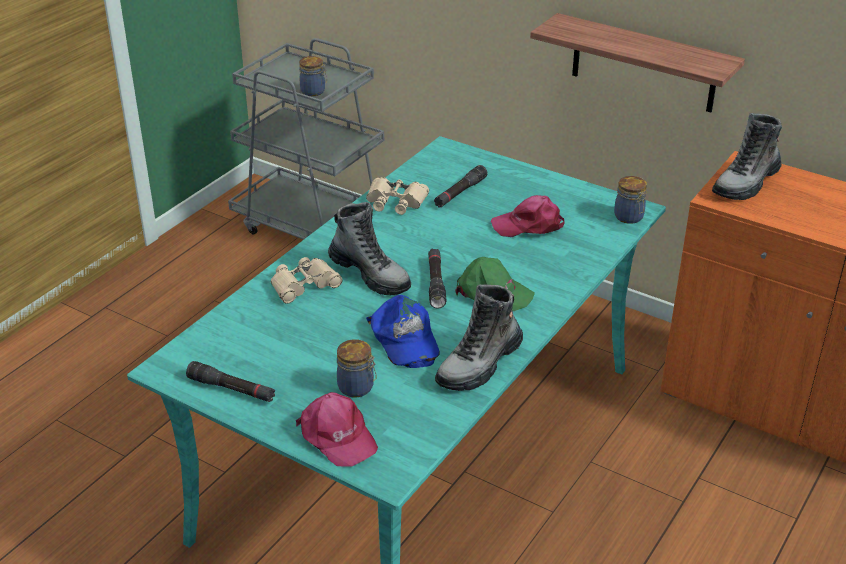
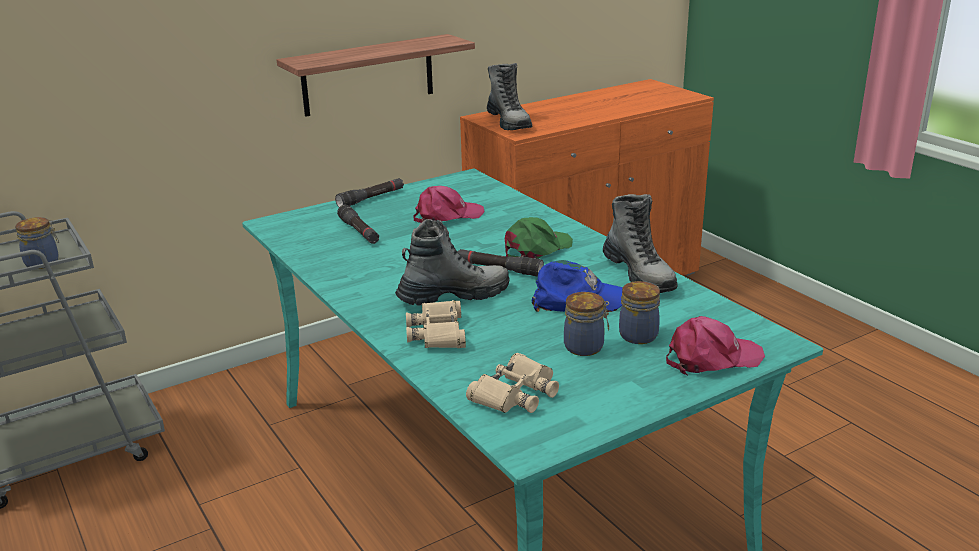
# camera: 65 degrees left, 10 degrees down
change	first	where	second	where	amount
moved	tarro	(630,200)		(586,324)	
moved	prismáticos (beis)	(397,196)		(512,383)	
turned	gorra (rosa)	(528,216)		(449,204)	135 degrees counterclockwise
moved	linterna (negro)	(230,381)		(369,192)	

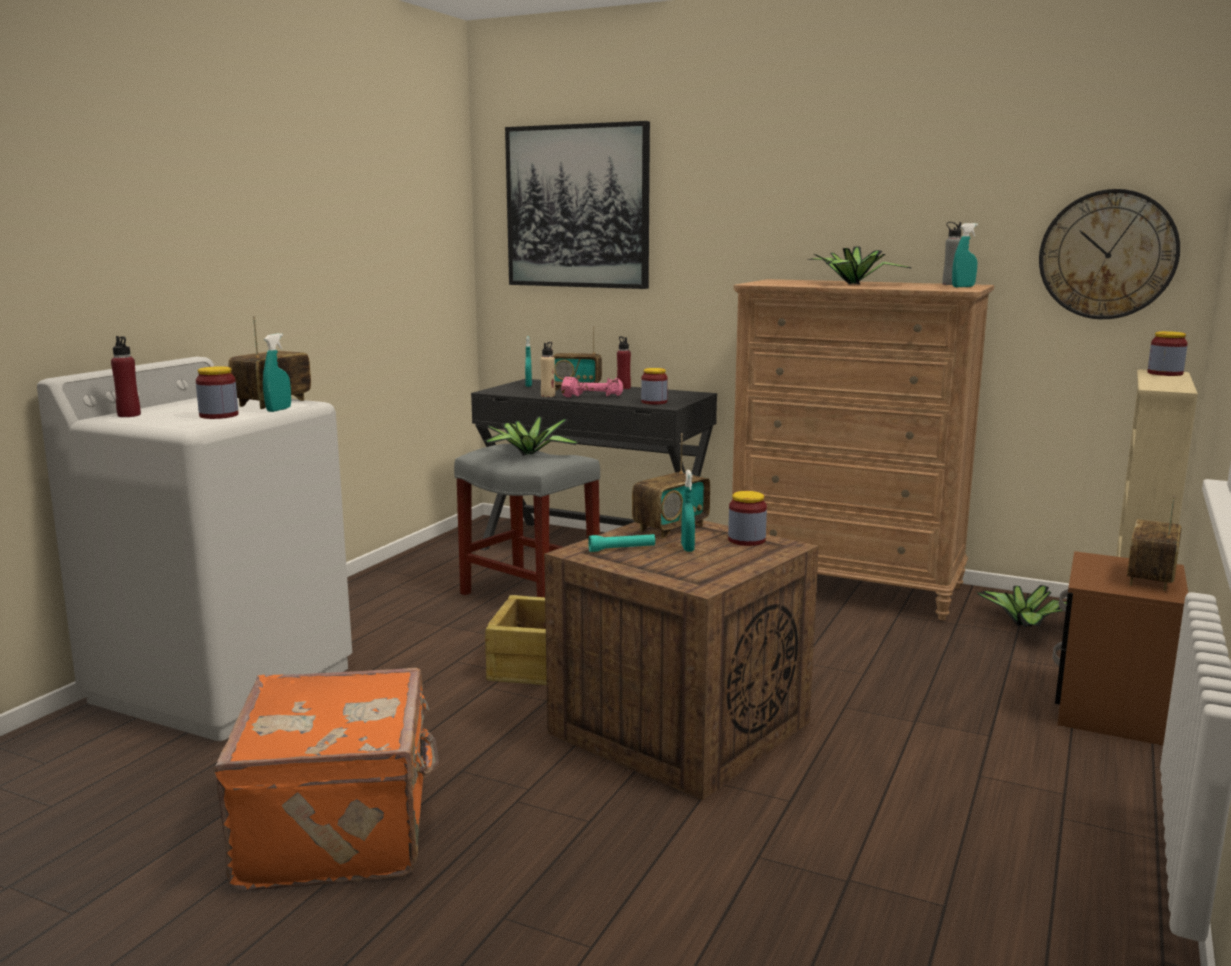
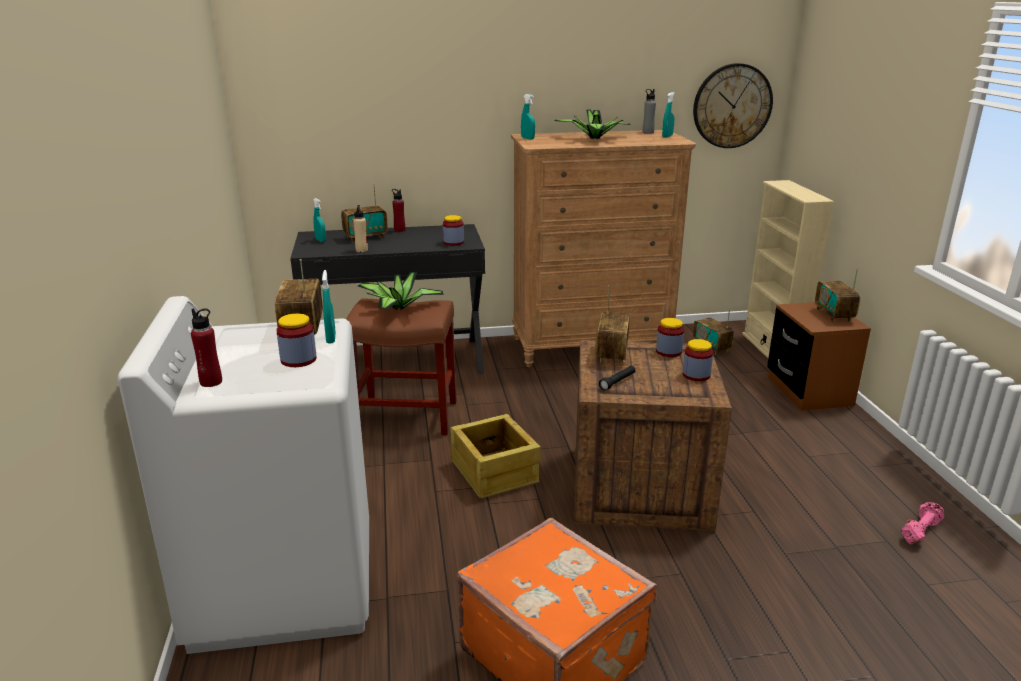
# camera: 35 degrees left, 10 degrees up
change	first	where	second	where	amount
removed	cuadro	(577,205)			
moved	tarro	(1168,353)		(698,360)	
moved	mancuerna (rosa)	(592,387)		(922,523)	
recoloured	taburete (gris)	(527,520)	taburete (marrón)	(401,367)	
moved	pulverizador (turquesa)	(688,511)		(528,117)	
recoloured	linterna (turquesa)	(621,543)	linterna (negro)	(617,378)	
replaced	planta en maceta	(1022,606)	radio	(713,331)	

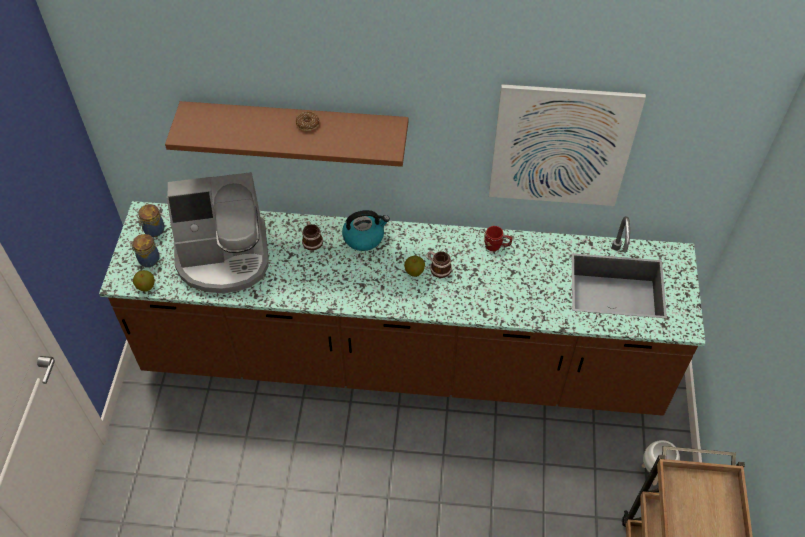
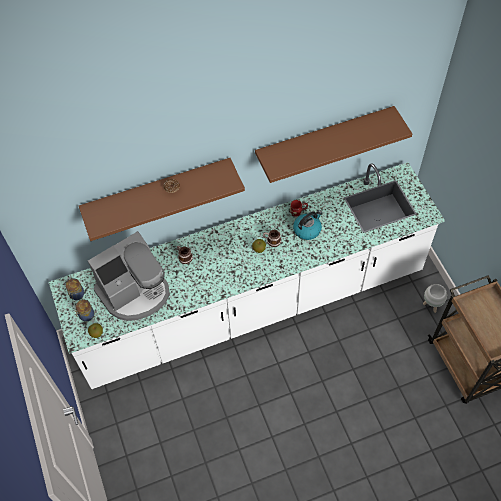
# camera: 25 degrees left, 5 degrees up
change	first	where	second	where	amount
replaced	cuadro	(567,145)	estante (marrón)	(334,144)	
recoloured	mueble bajo de cocina (marrón)	(402,308)	mueble bajo de cocina (blanco)	(247,275)	
moved	hervidor	(366,230)		(307,225)	

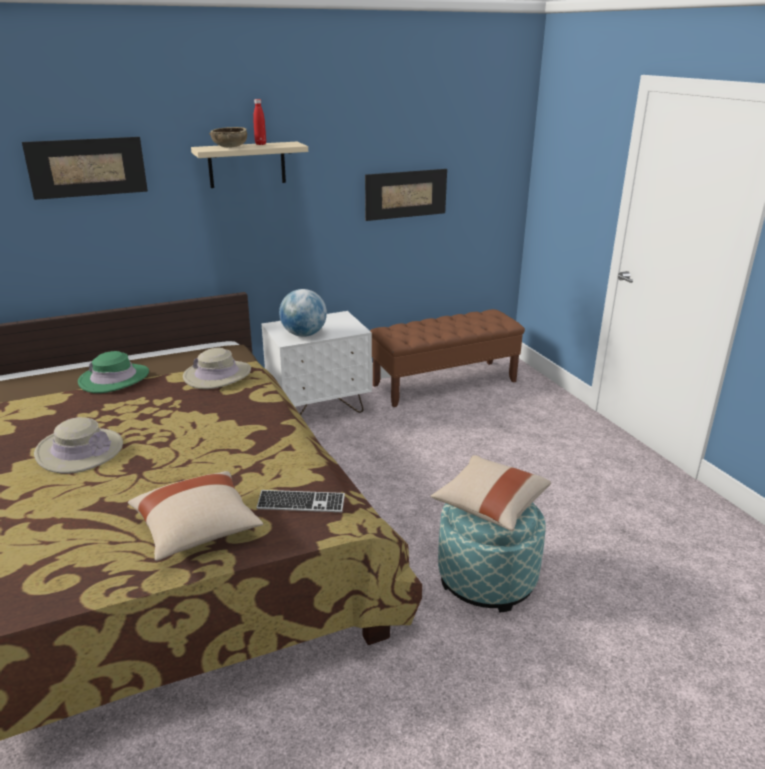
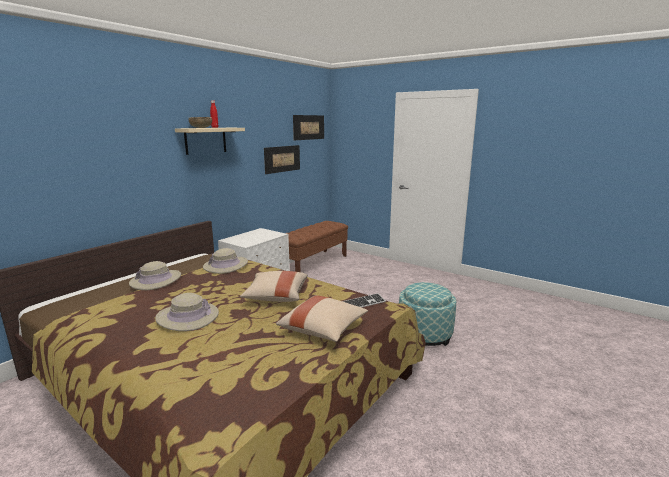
# camera: 30 degrees left, 10 degrees down
change	first	where	second	where	amount
moved	cuadro	(85,168)		(308,128)	
removed	globo terráqueo	(303,313)			
recoloured	sombrero (verde)	(113,372)	sombrero (beis)	(155,275)	
moved	cojín (beis)	(491,493)		(274,286)	

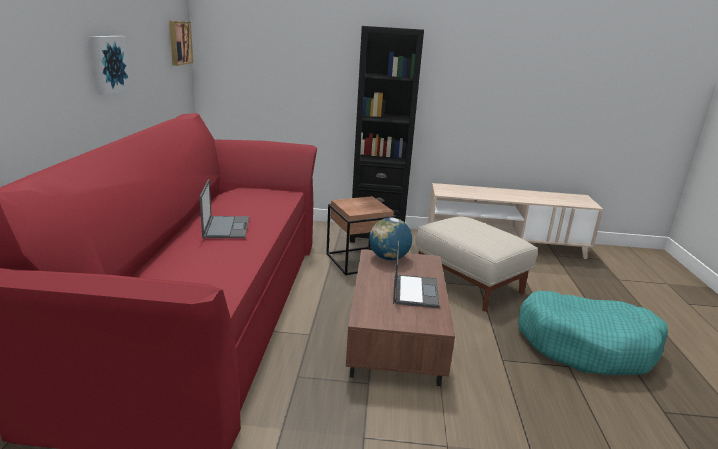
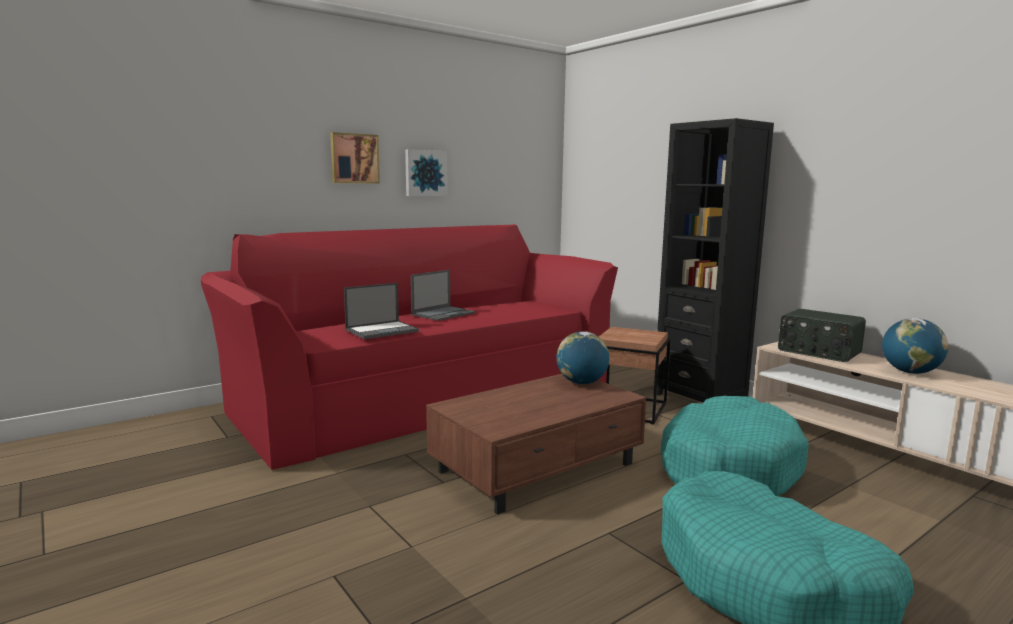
# camera: 50 degrees right, 10 degrees down
change	first	where	second	where	amount
moved	cuadro	(181,43)		(355,158)	
replaced	puf (beis)	(477,264)	cama para perro (turquesa)	(735,446)	
moved	portátil	(416,274)		(381,311)	
added			radio	(822,335)	
added			globo terráqueo	(915,346)	

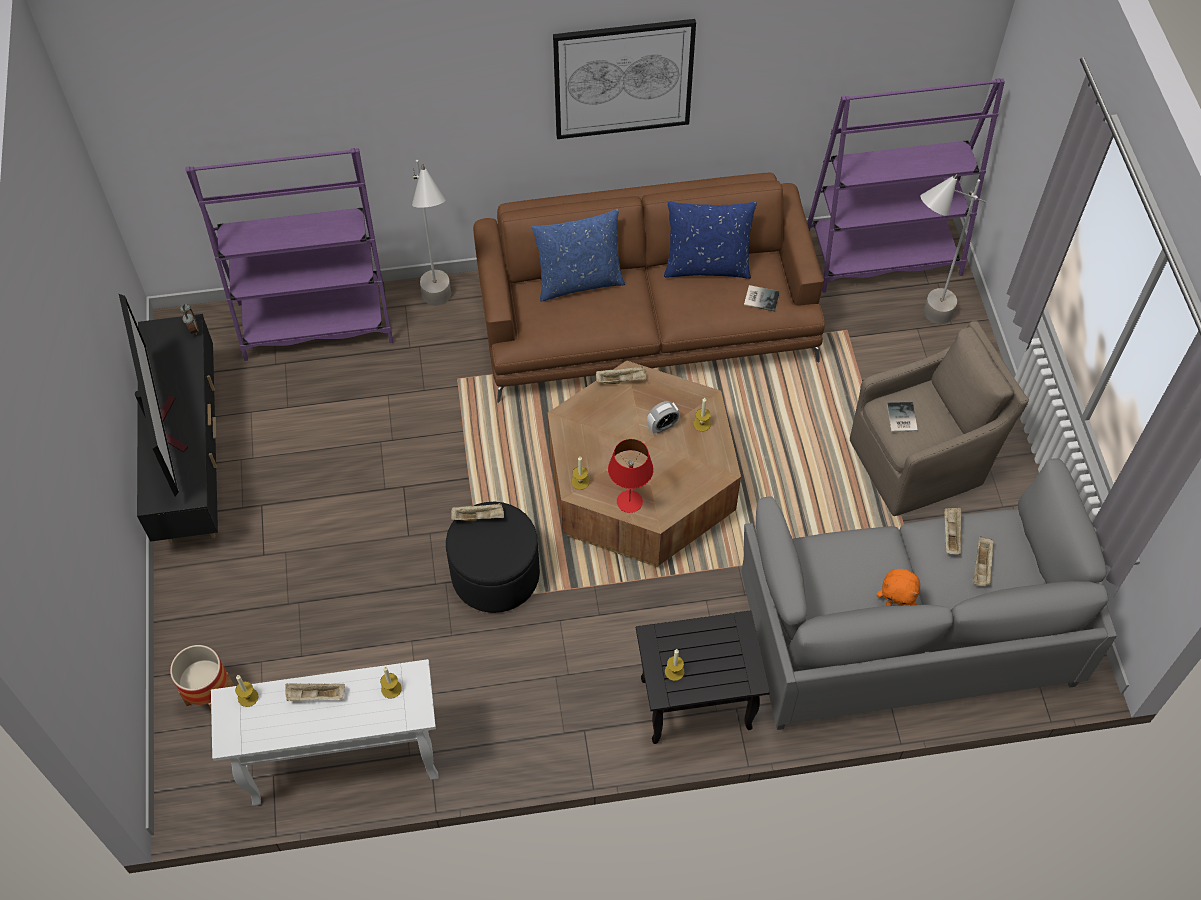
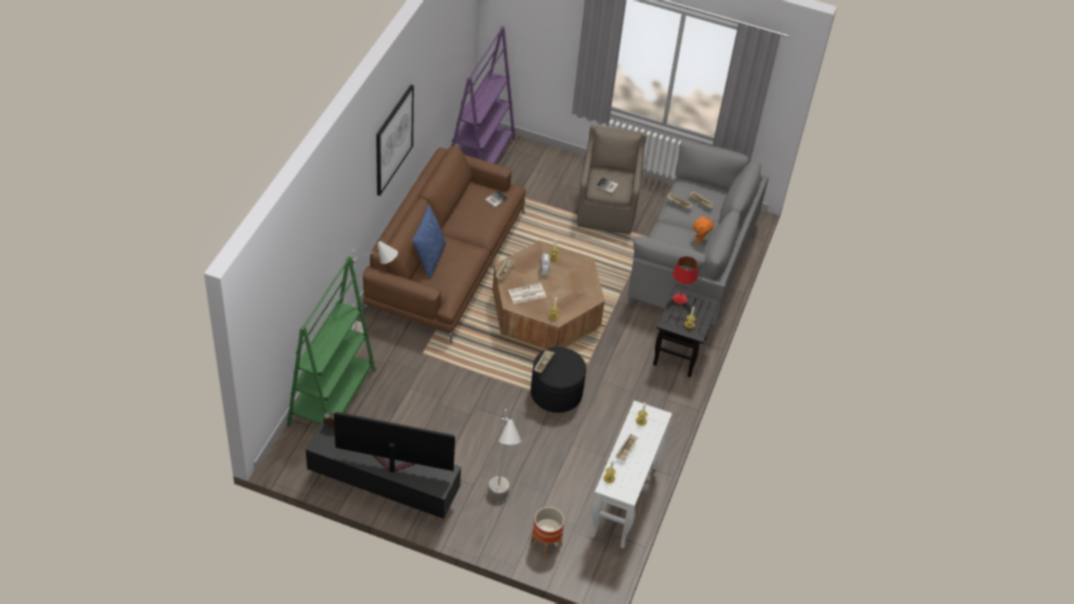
# camera: 65 degrees left, 10 degrees down
change	first	where	second	where	amount
recoloured	estantería (morado)	(289,254)	estantería (verde)	(331,341)	
moved	lámpara de pie (gris)	(953,249)		(504,455)	
removed	cojín (azul)	(710,240)			
moved	lámpara de mesa (rojo)	(631,476)		(685,280)	
added			periódico	(527,293)	

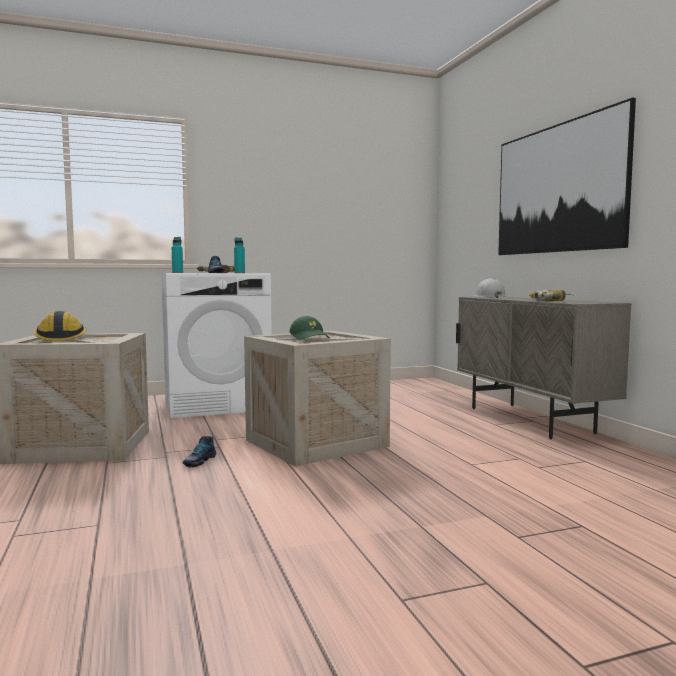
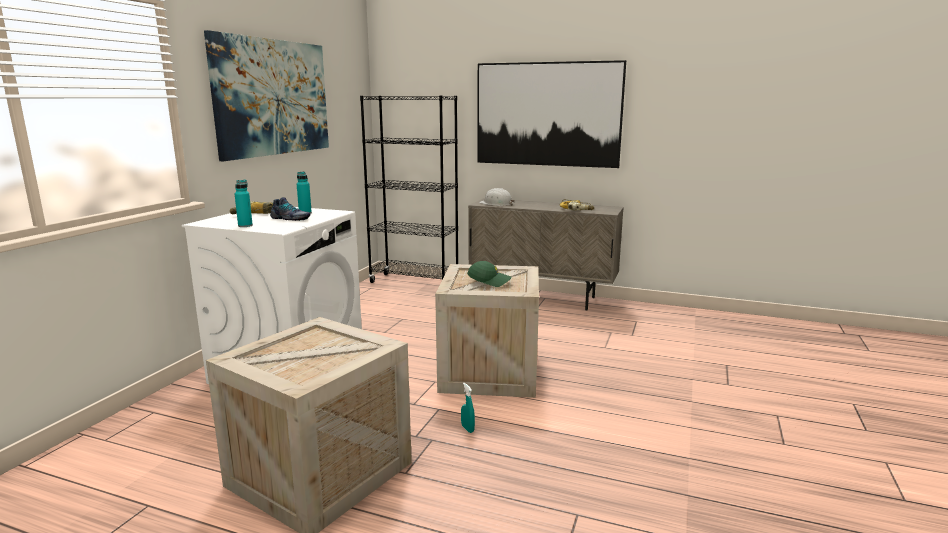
# camera: 50 degrees left, 10 degrees up
change	first	where	second	where	amount
removed	casco	(60,326)			
replaced	zapato	(199,452)	pulverizador (turquesa)	(468,408)	
added			cuadro	(266,95)	
added			estantería (negro)	(409,189)	

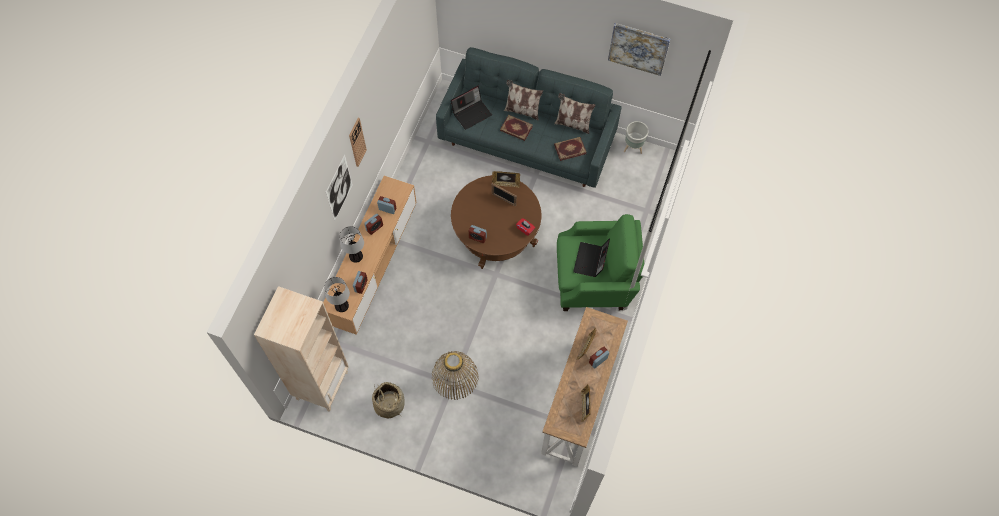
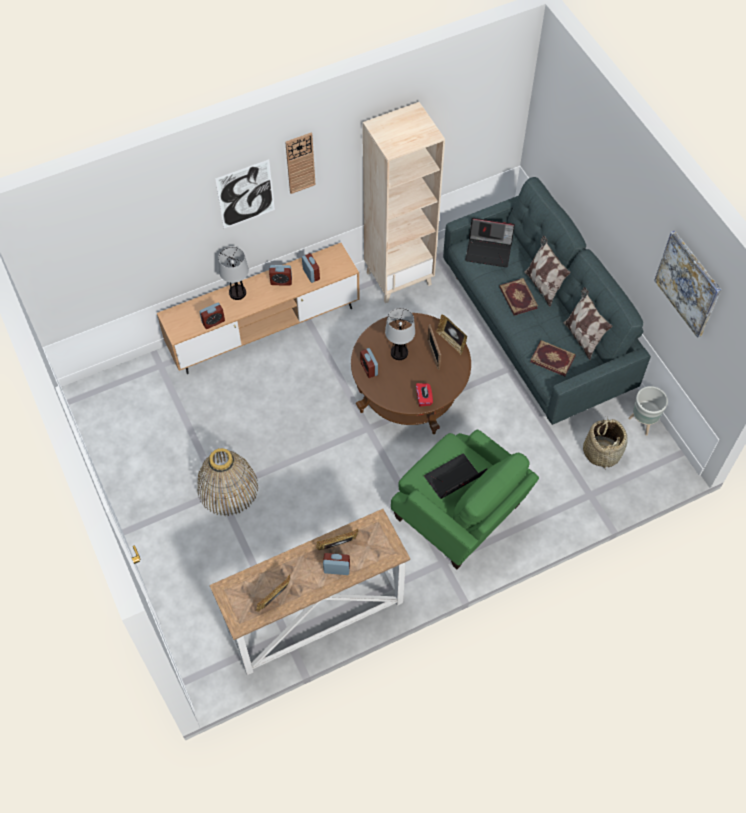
# camera: 45 degrees right, 5 degrees down
change	first	where	second	where	amount
moved	lámpara de mesa	(337,294)		(400,334)	
moved	estantería (beis)	(301,349)		(404,202)	
moved	cesta	(388,400)		(605,444)	

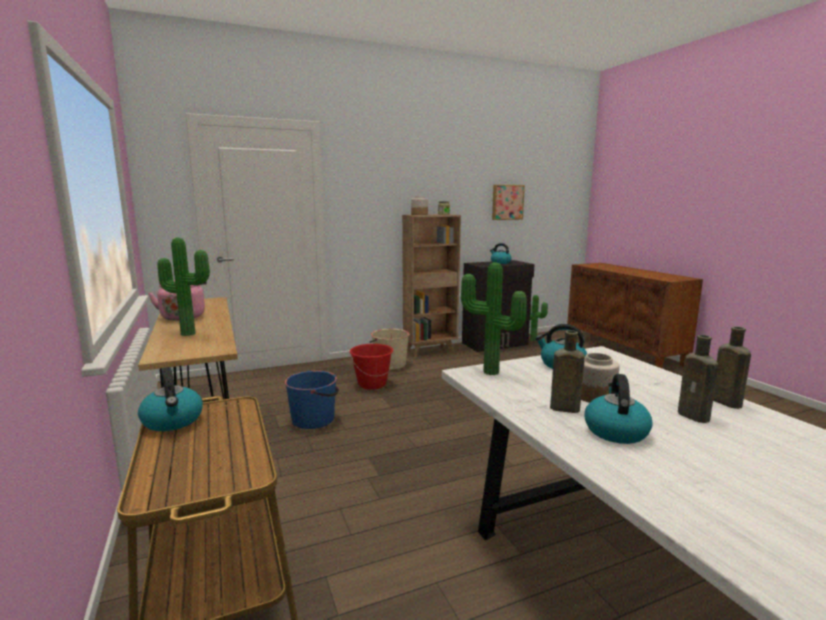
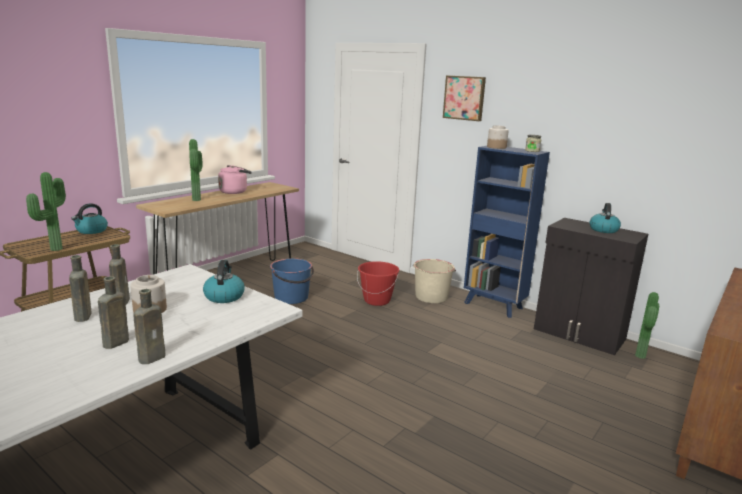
# camera: 60 degrees right, 5 degrees up
change	first	where	second	where	amount
moved	cuadro	(508,202)		(464,98)	
recoloured	estantería (marrón)	(431,286)	estantería (azul)	(507,232)	
moved	planta en maceta	(494,318)		(46,211)	
replaced	hervidor	(618,409)	botella (marrón)	(80,288)	

